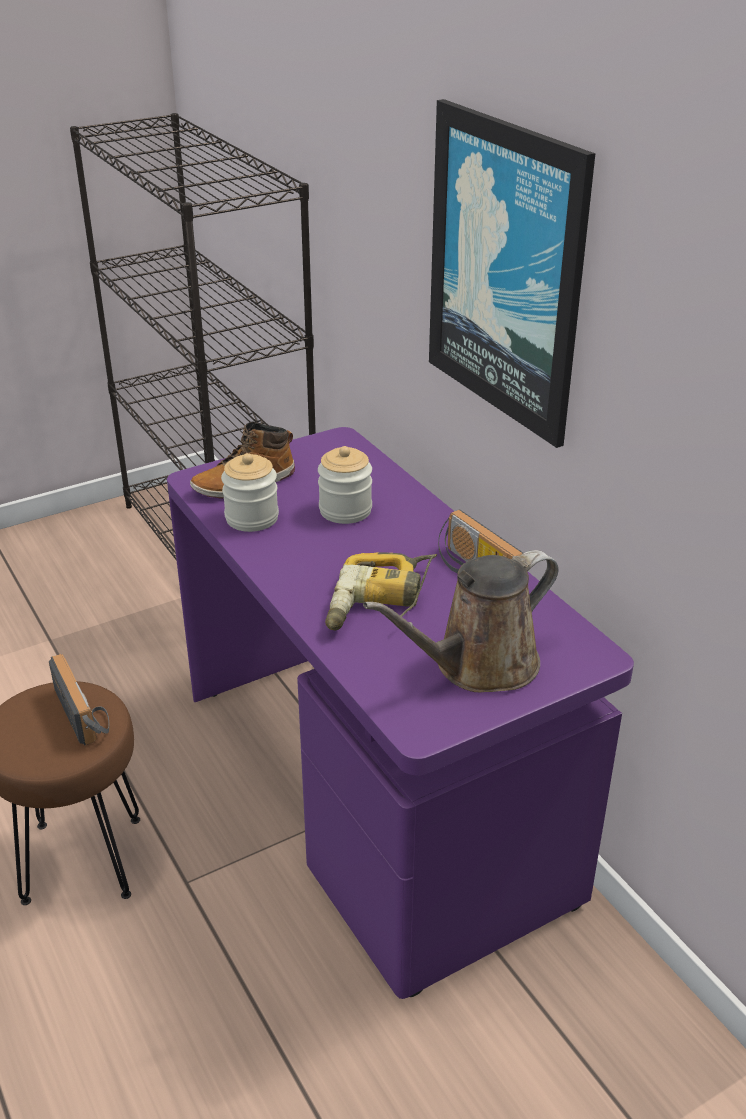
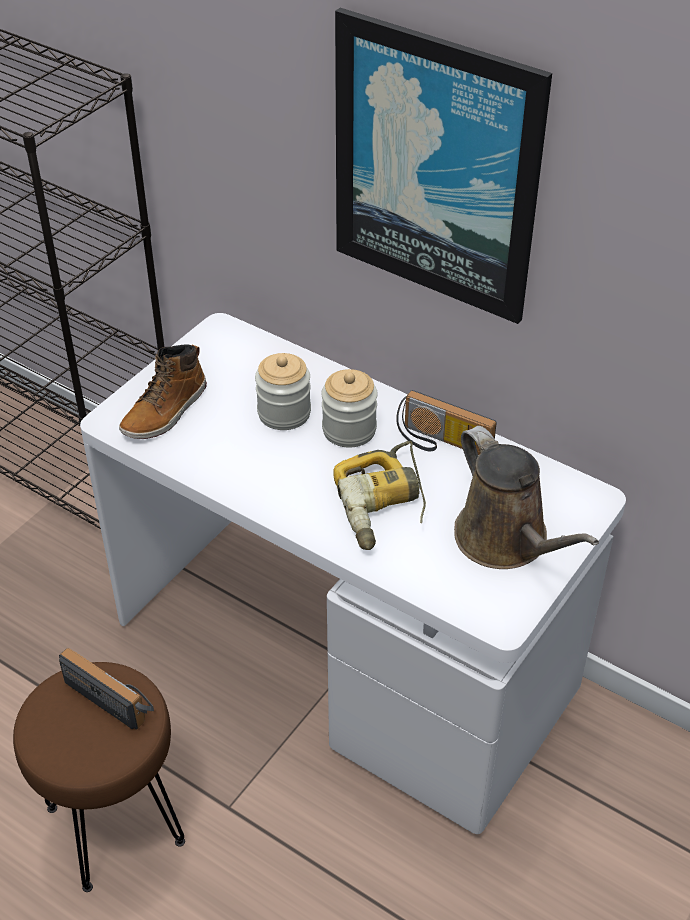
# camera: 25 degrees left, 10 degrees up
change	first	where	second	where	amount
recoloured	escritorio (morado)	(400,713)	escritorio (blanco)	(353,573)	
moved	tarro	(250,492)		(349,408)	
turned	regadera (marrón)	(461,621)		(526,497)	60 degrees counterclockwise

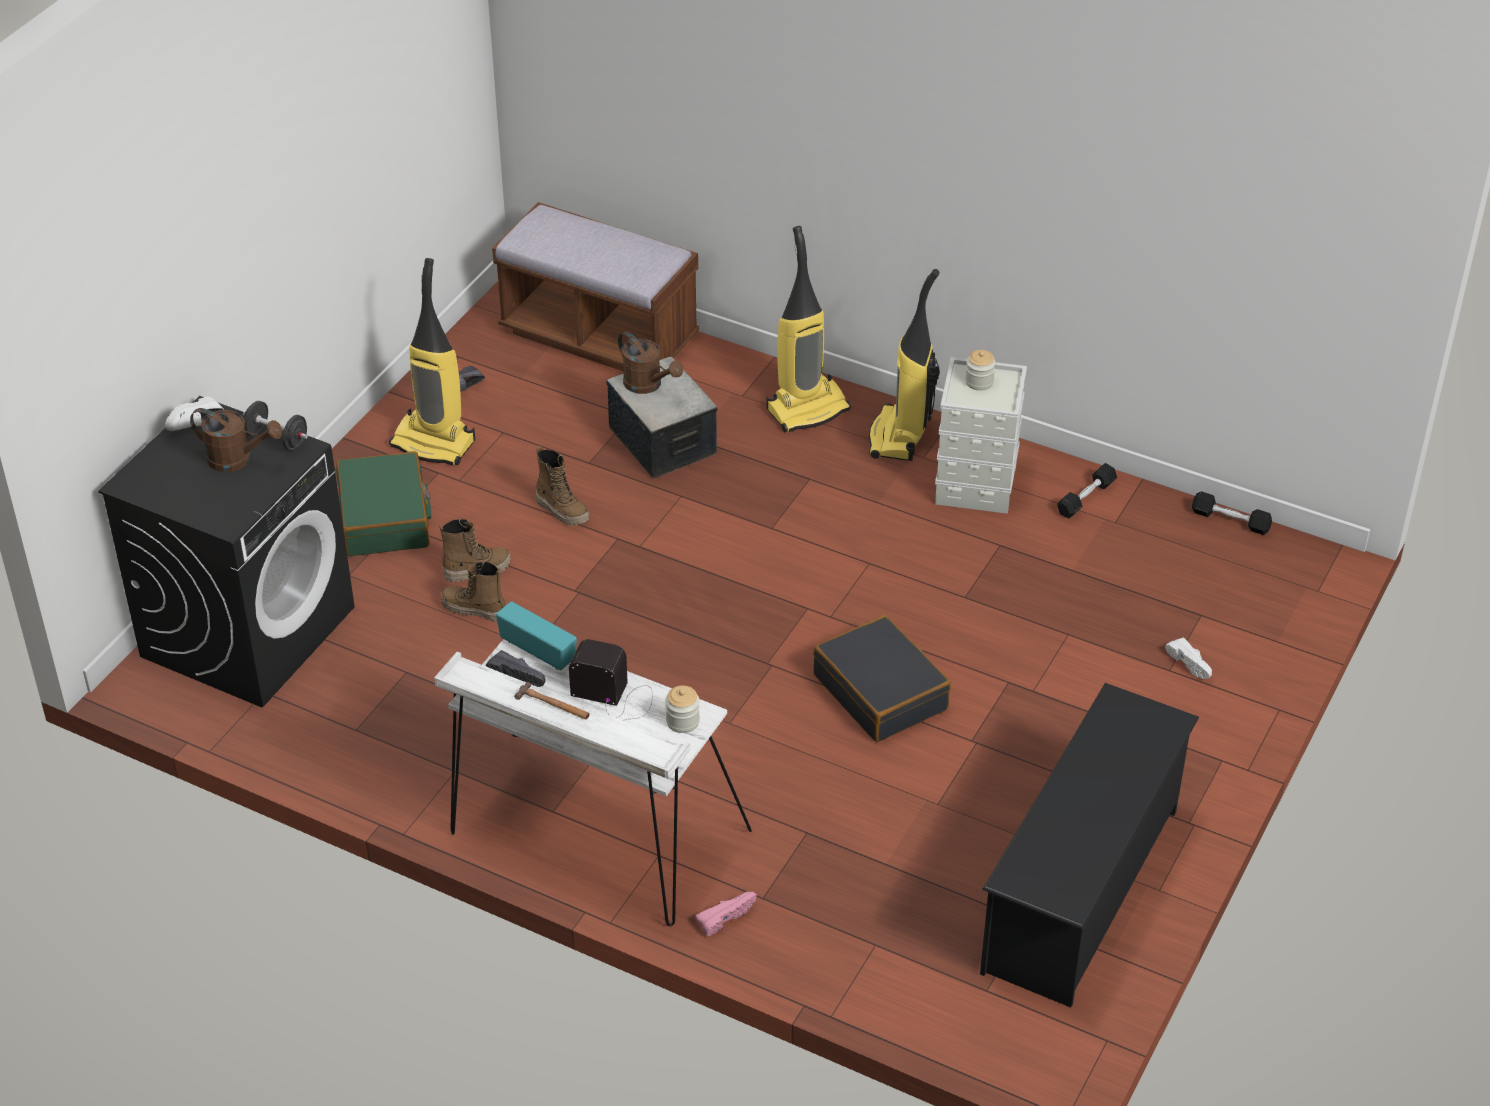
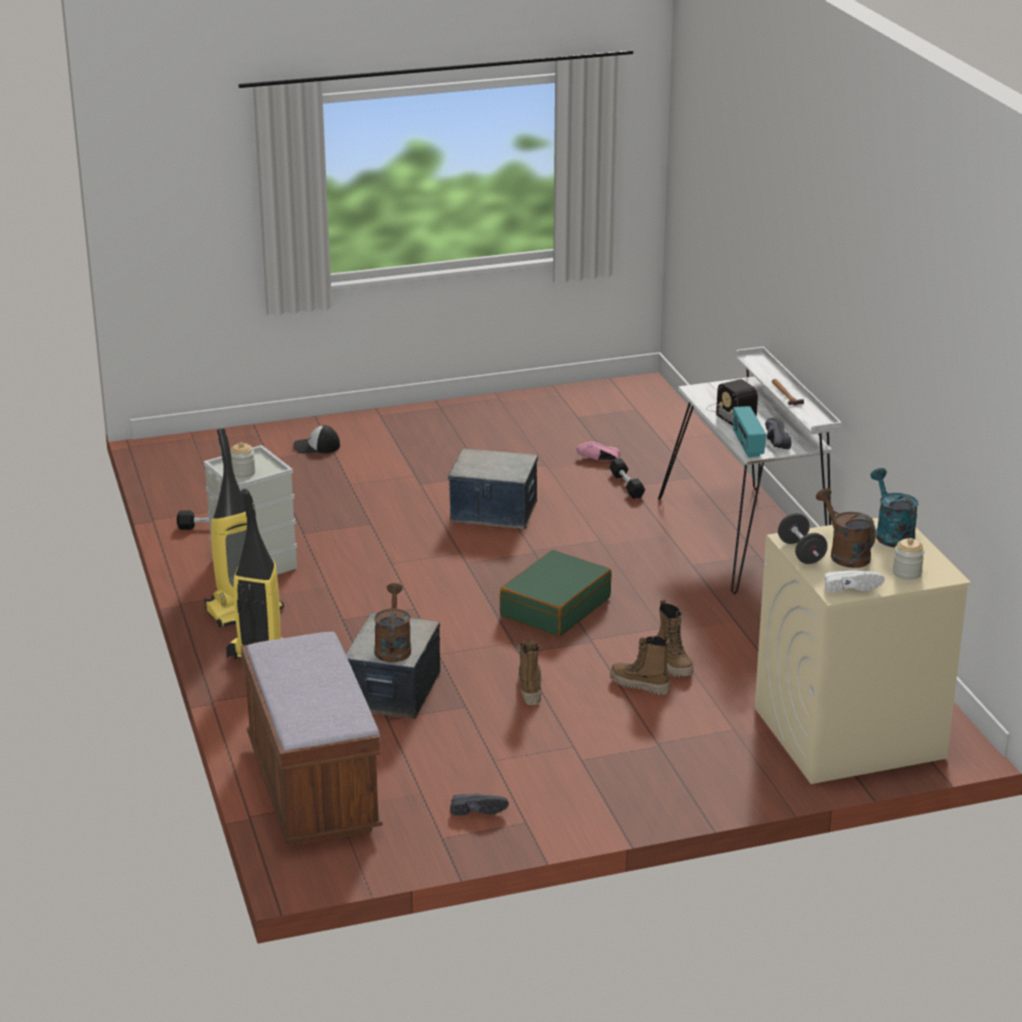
# camera: 135 degrees left, 15 degrees down
change	first	where	second	where	amount
removed	aspiradora	(432,361)			
recoloured	lavadora (negro)	(226,552)	lavadora (beis)	(863,651)	
moved	maleta (verde)	(383,503)		(556,593)	
moved	mancuerna (negro)	(1232,513)		(627,478)	
replaced	maleta (negro)	(882,678)	caja de almacenaje	(493,488)	
replaced	zapato (blanco)	(1188,658)	gorra	(316,439)	
removed	zapatero (negro)	(1089,845)			
moved	tarro	(682,709)		(909,559)	
moved	zapato (rosa)	(726,914)		(598,451)	
added			regadera (turquesa)	(894,508)	

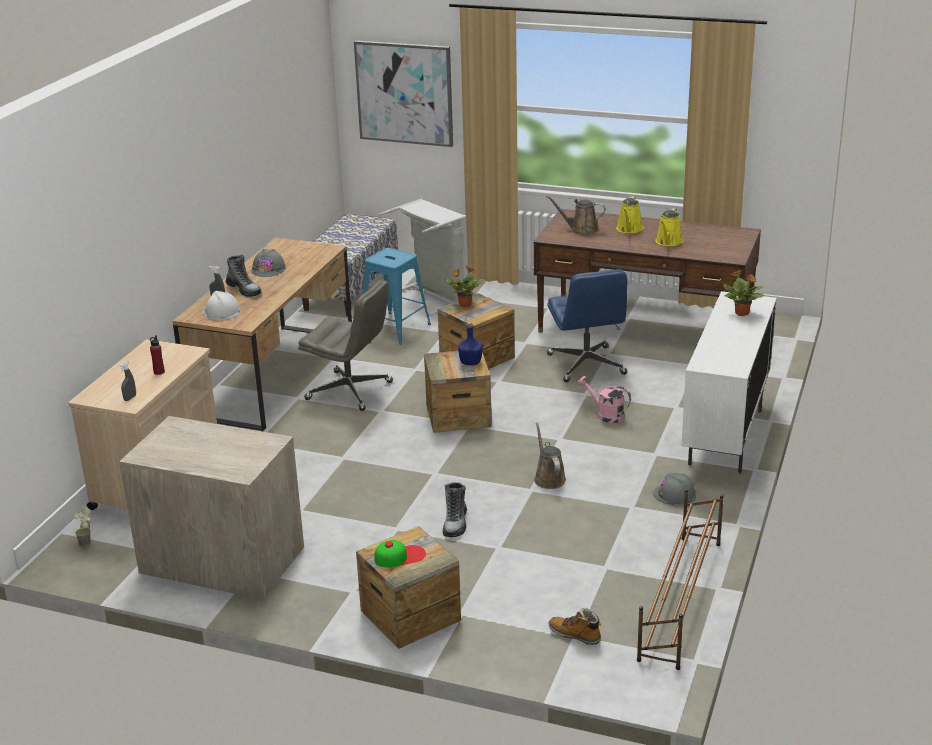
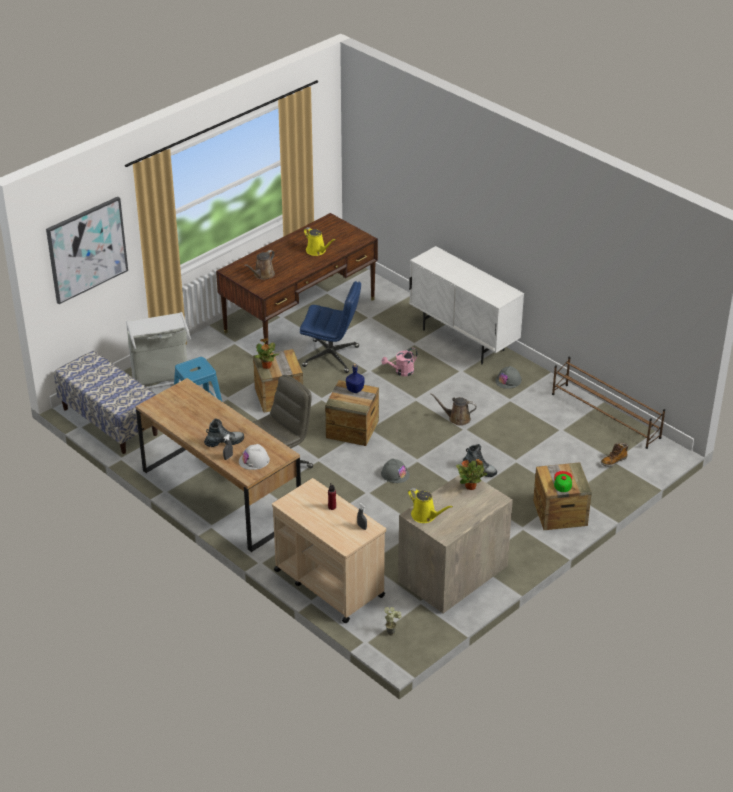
# camera: 65 degrees left, 10 degrees up
change	first	where	second	where	amount
moved	regadera (amarillo)	(630,215)		(430,505)	
moved	casco (gris)	(268,263)		(395,470)	
moved	planta en maceta	(743,293)		(471,474)	

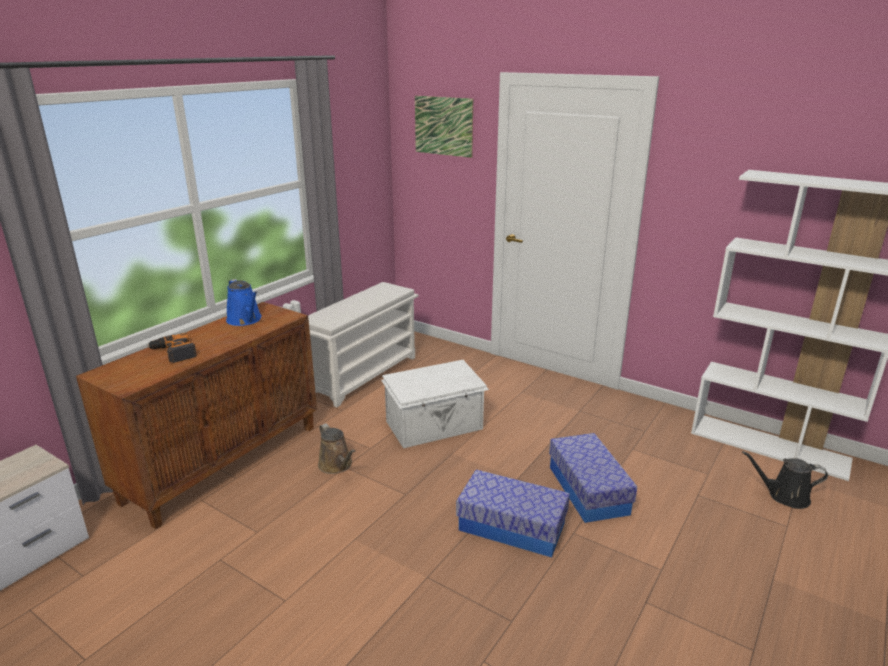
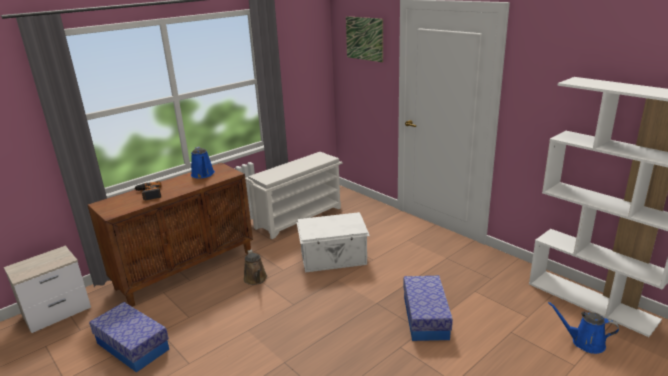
# camera: 15 degrees right, 0 degrees up
change	first	where	second	where	amount
recoloured	regadera (negro)	(785,480)	regadera (azul)	(583,328)	
moved	caja de almacenaje	(513,514)		(129,337)	

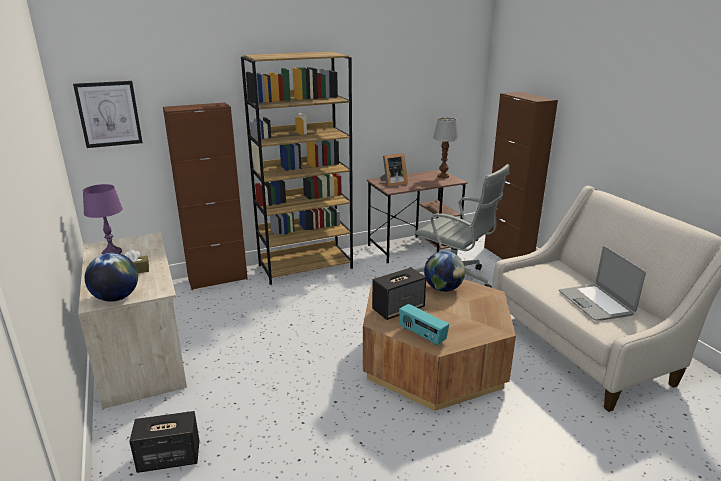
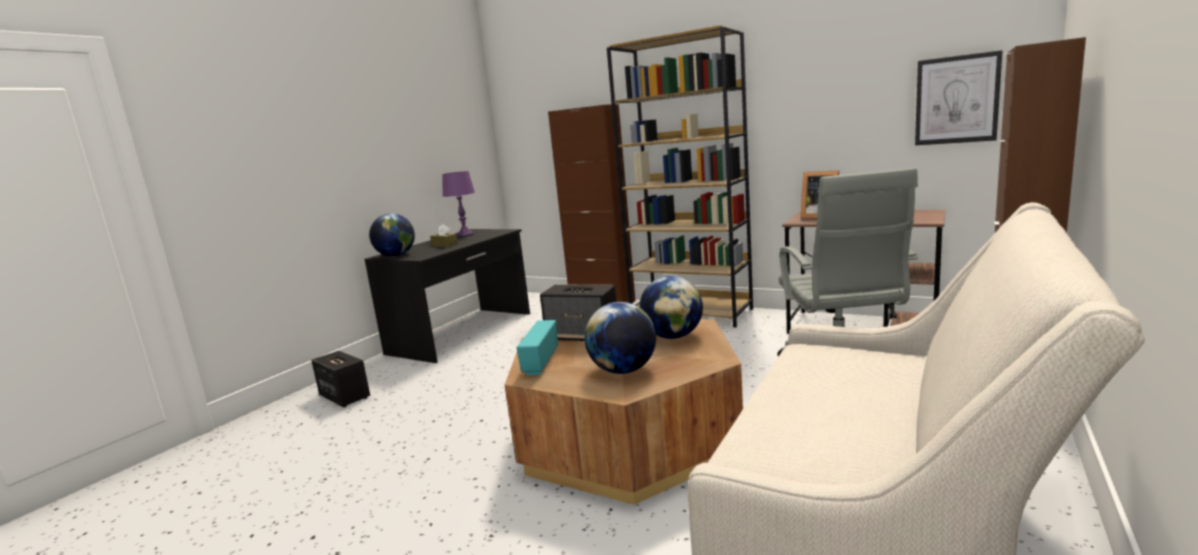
# camera: 55 degrees right, 10 degrees down
change	first	where	second	where	amount
moved	cuadro	(108,114)		(958,97)	
removed	lámpara de mesa	(446,148)			
recoloured	escritorio (beis)	(132,320)	escritorio (negro)	(447,296)	
removed	portátil	(602,283)			
added			globo terráqueo	(620,338)	

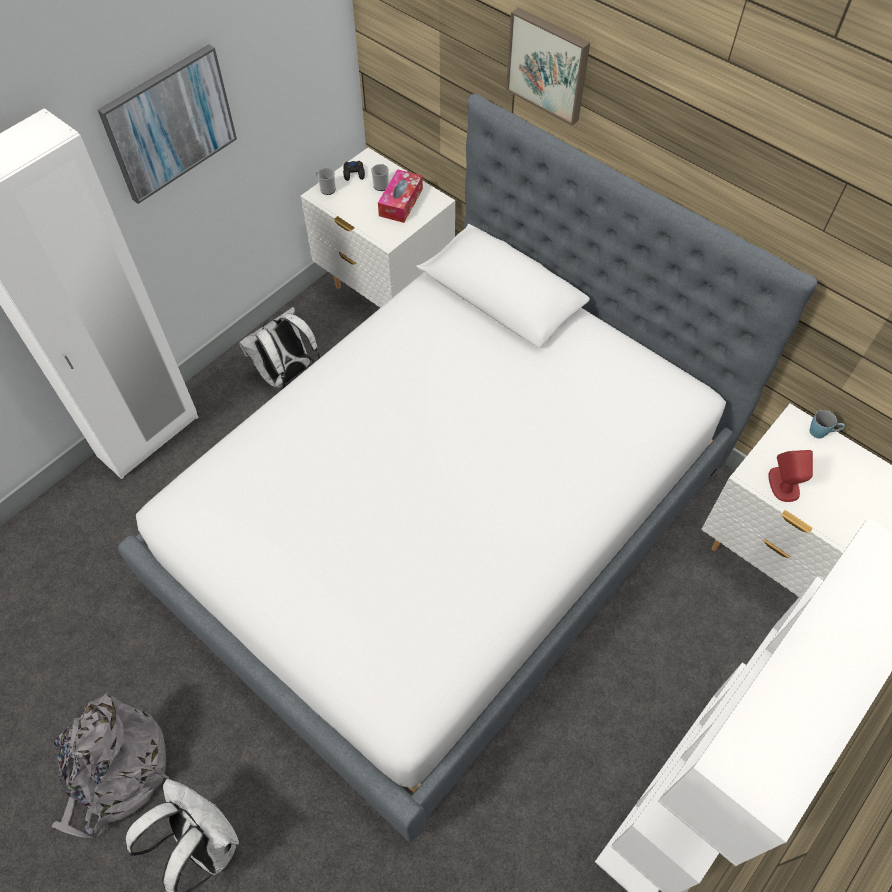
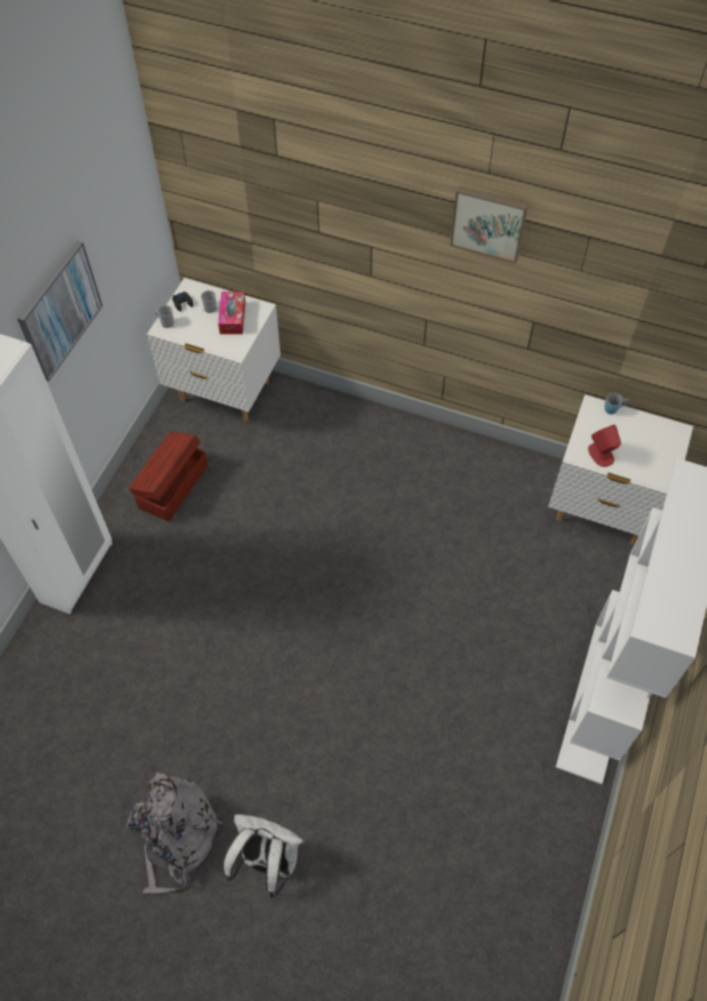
# camera: 20 degrees left, 0 degrees up
change	first	where	second	where	amount
moved	cuadro	(548,67)		(489,224)	
removed	cama	(467,467)			
replaced	mochila (blanco)	(279,348)	caja de almacenaje (marrón)	(168,477)	

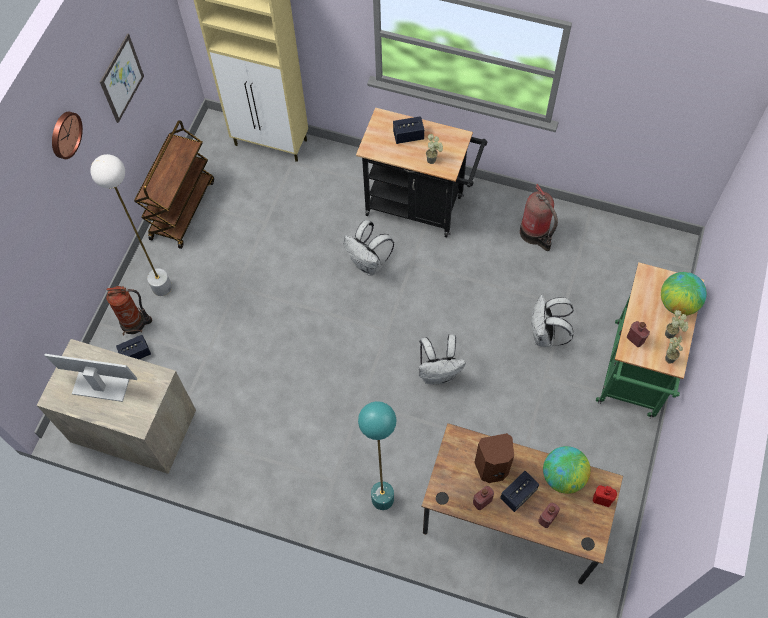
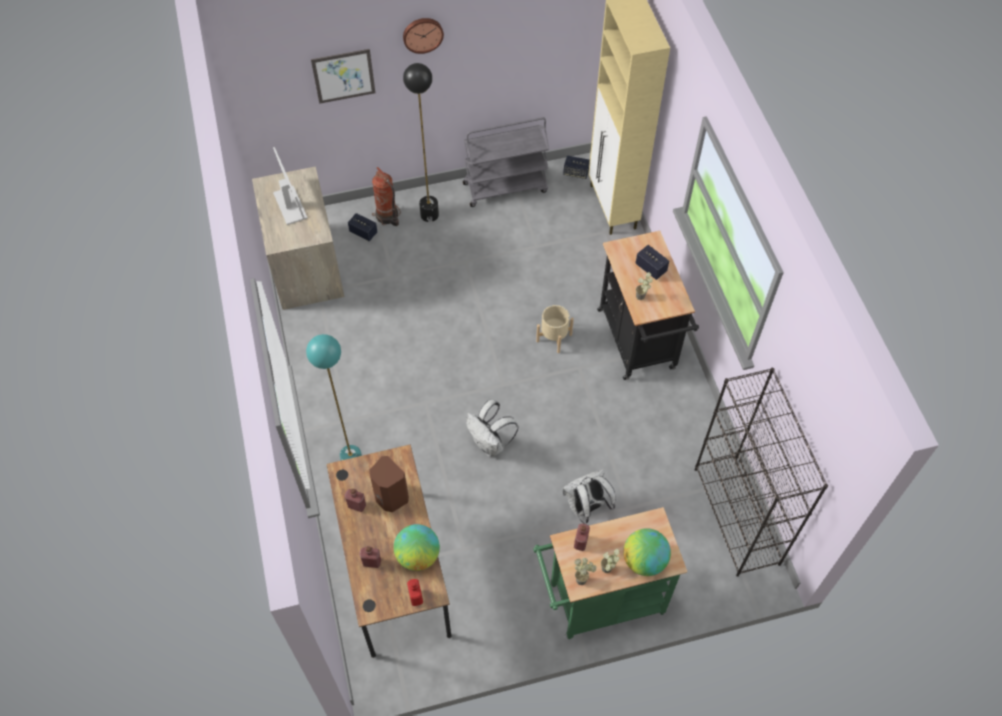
# camera: 55 degrees right, 5 degrees down
change	first	where	second	where	amount
moved	cuadro	(122,78)		(343,76)	
recoloured	carrito (marrón)	(174,184)	carrito (gris)	(506,162)	
recoloured	lámpara de pie (blanco)	(131,225)	lámpara de pie (negro)	(421,142)	
removed	extintor	(539,217)			
replaced	mochila (blanco)	(369,248)	maceta (beis)	(555,329)	
moved	altavoz	(519,491)		(576,167)	
added			estantería (negro)	(761,472)	

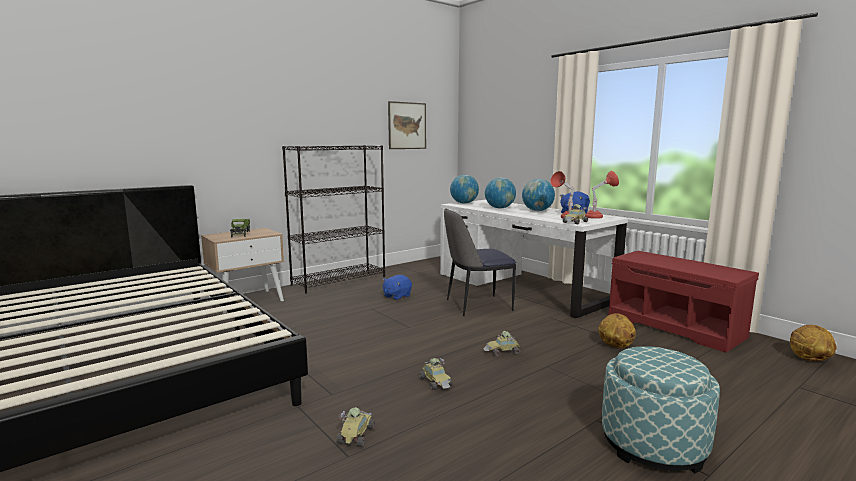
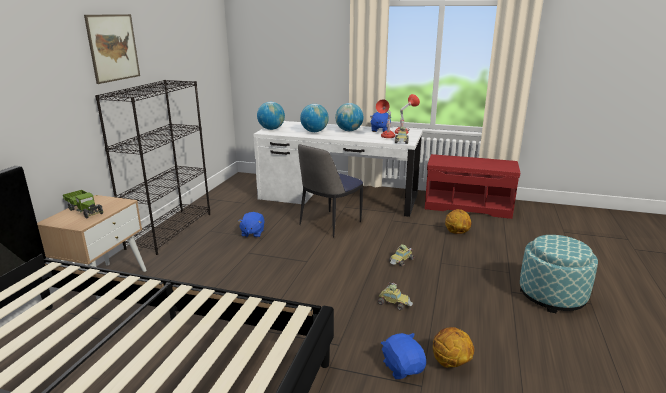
# camera: 35 degrees left, 10 degrees up
change	first	where	second	where	amount
moved	cuadro	(407,125)		(112,49)	
moved	balón de baloncesto	(813,343)		(453,347)	
replaced	coche de juguete	(355,427)	peluche (azul)	(403,356)	

